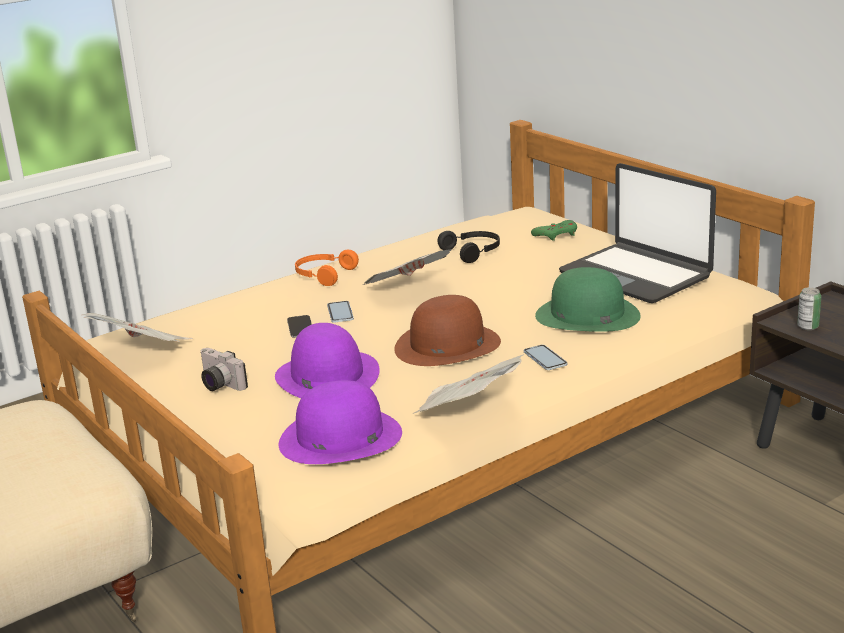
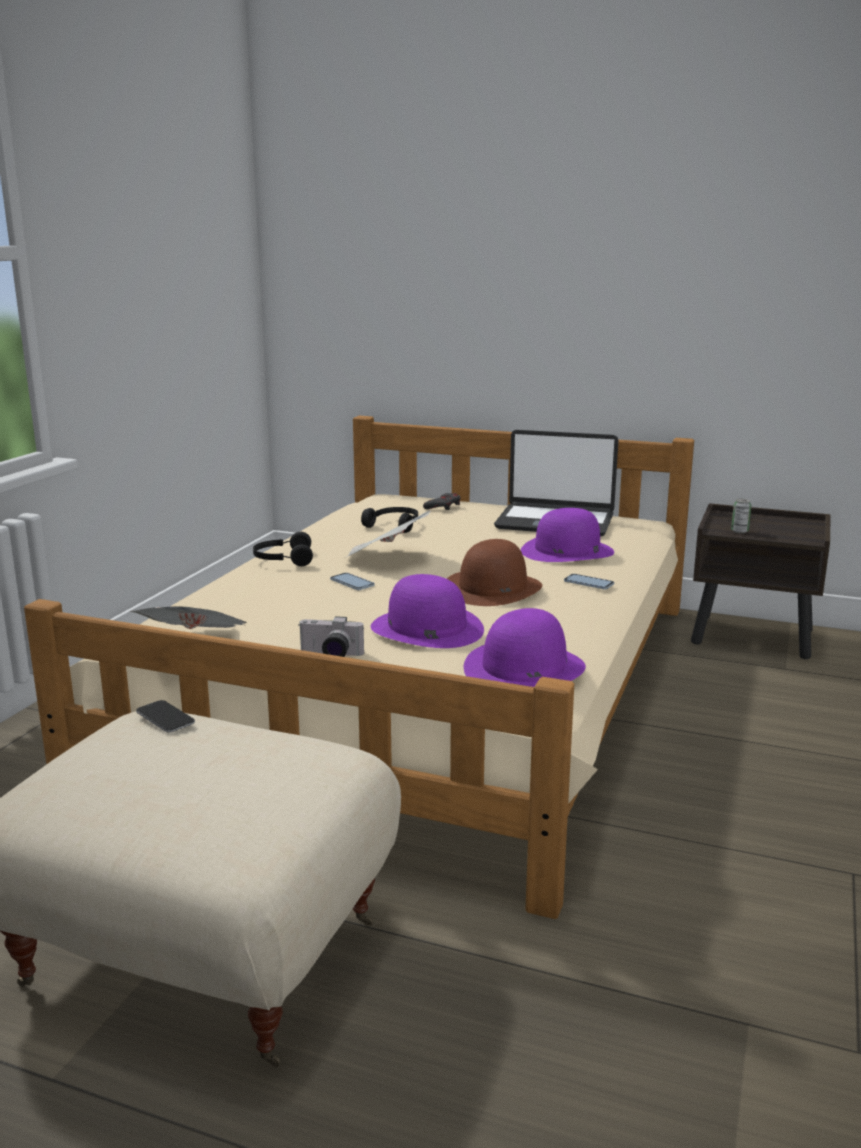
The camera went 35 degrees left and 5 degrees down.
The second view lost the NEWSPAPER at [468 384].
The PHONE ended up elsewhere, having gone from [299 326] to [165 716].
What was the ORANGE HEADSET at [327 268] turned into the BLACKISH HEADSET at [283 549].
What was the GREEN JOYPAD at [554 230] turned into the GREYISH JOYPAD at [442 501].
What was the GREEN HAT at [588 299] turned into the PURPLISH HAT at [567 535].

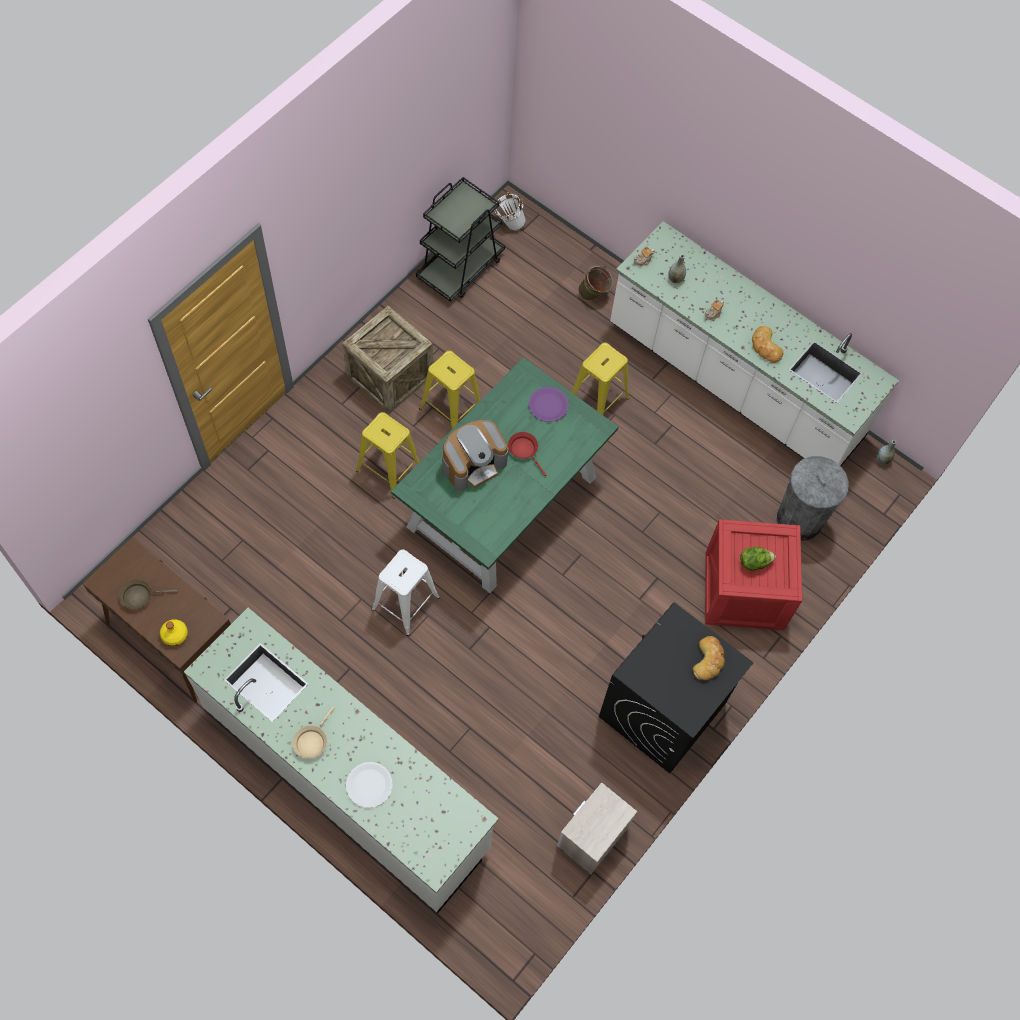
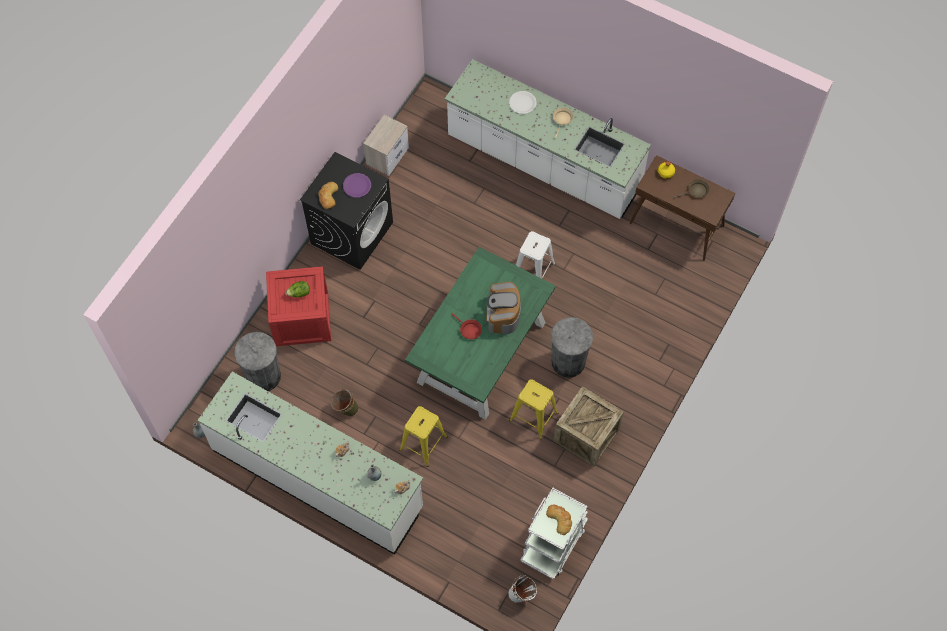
The camera went 175 degrees right and 0 degrees up.
The PURPLISH PLATE ended up elsewhere, having gone from [549 404] to [357 185].
The GREEN WATER BUCKET ended up elsewhere, having gone from [595 283] to [345 402].
The BAKED BREAD ended up elsewhere, having gone from [767 344] to [559 520].
Where the YELLOW-COLOURED SITTING STOOL stood at [387 455], the GREYISH WASTE BIN came to stand at [572 347].
What was the BLACKISH CART at [460 239] turned into the WHITISH CART at [554 534].
The COFFEE MAKER at [475 455] ended up facing another way, 45 degrees counterclockwise from before.

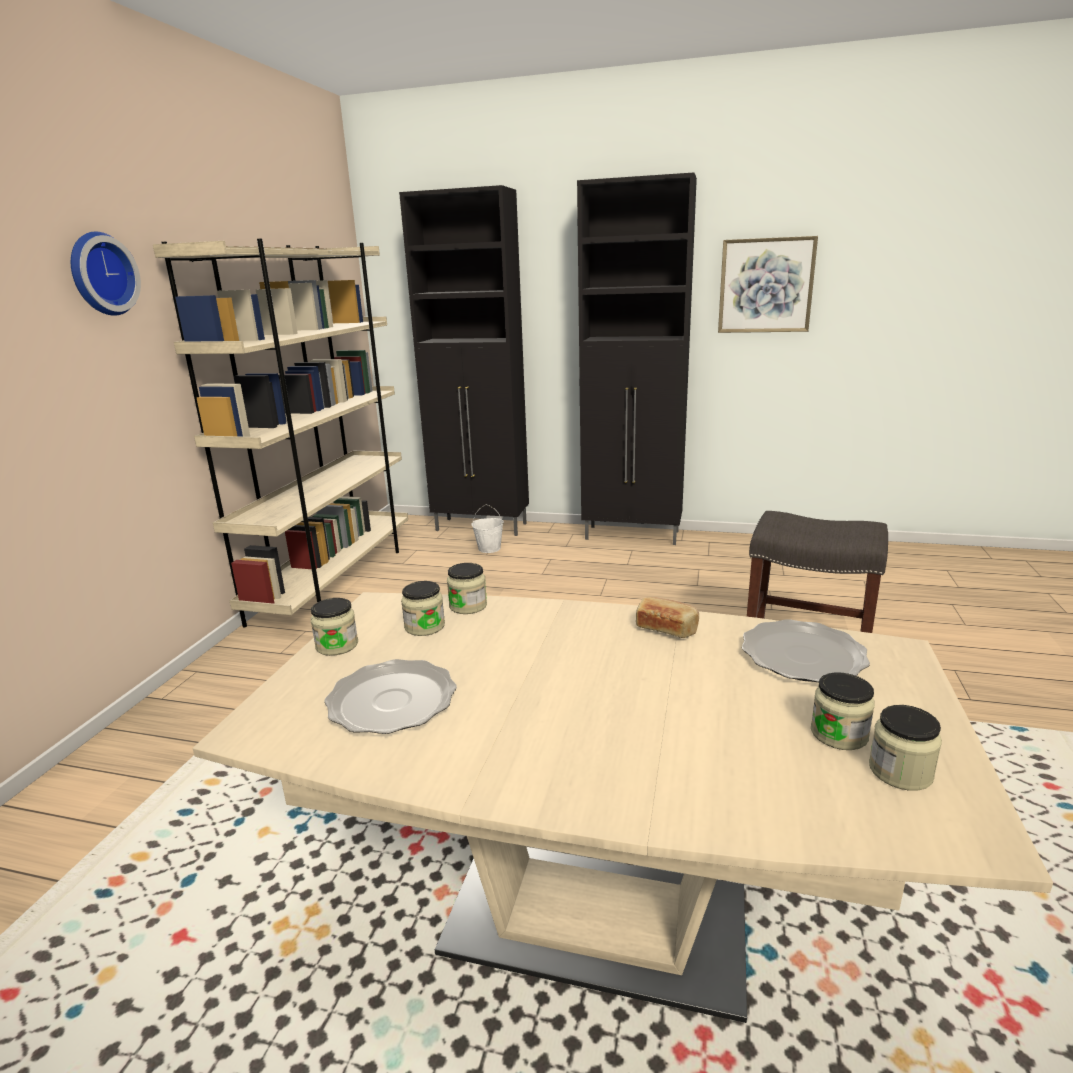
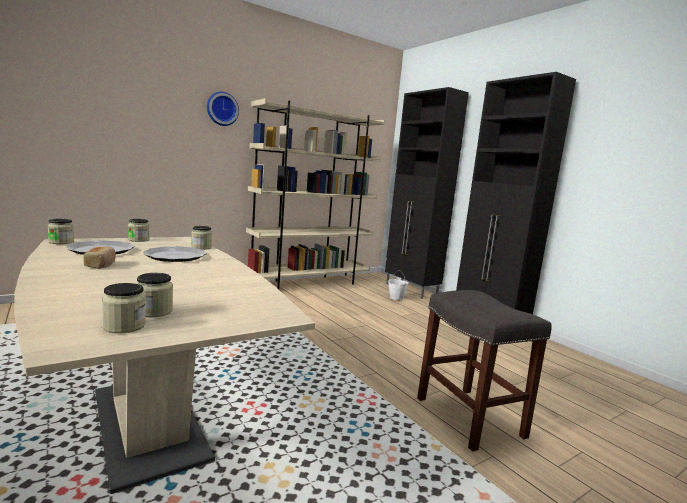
The camera went 40 degrees right and 10 degrees down.
The second view lost the PICTURE at [768 284].
The JAR ended up elsewhere, having gone from [423 608] to [61 231].
The BAKED BREAD ended up elsewhere, having gone from [667 617] to [99 257].
The PLATE ended up elsewhere, having gone from [806 650] to [175 254].

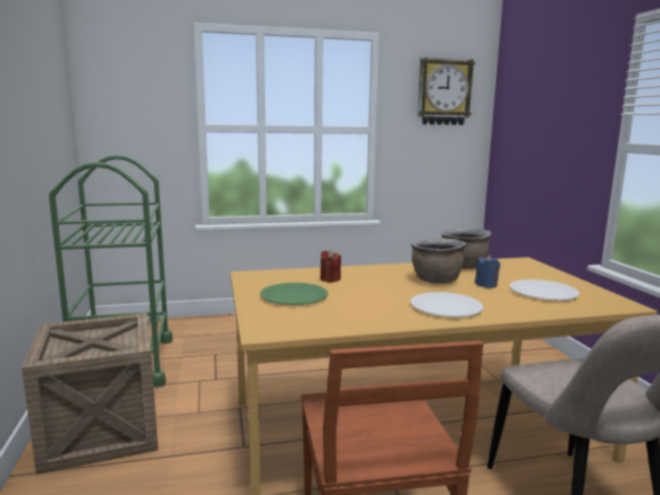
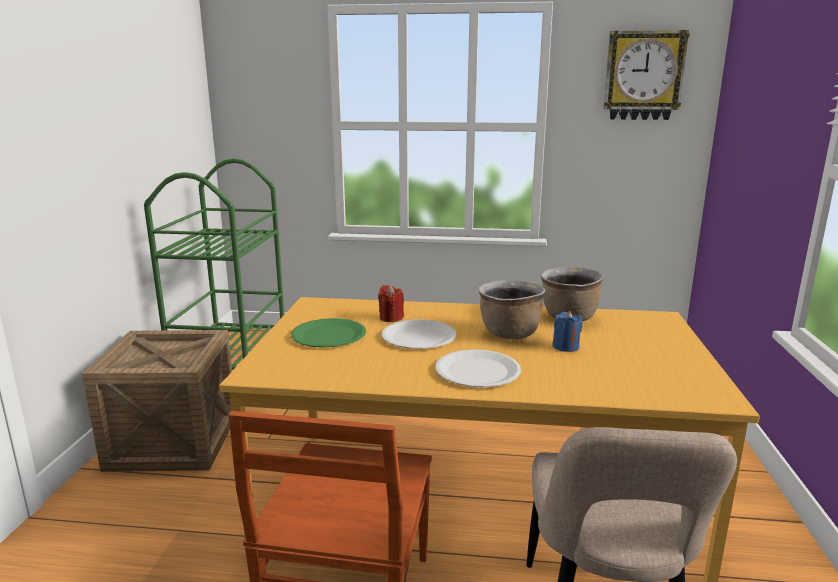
The camera went 20 degrees right and 5 degrees up.
The WHITISH PLATE ended up elsewhere, having gone from [545 289] to [418 334].

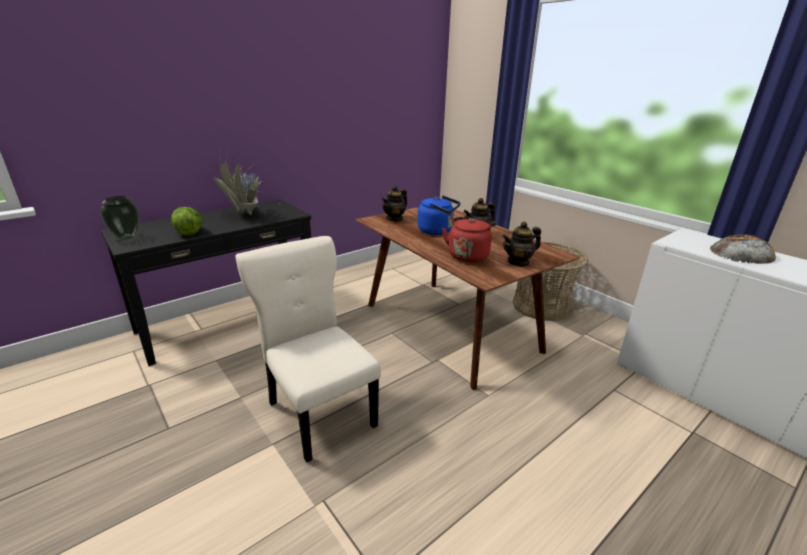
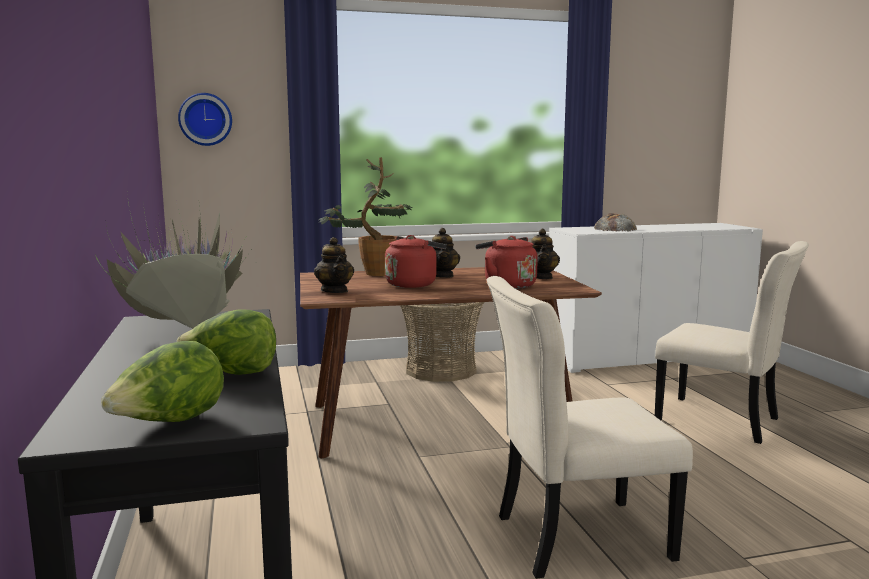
The camera went 65 degrees left and 15 degrees down.
The second view gained the CLOCK ON THE WALL at [205 119].
The second view gained the PLANT IN A POT at [366 216].
The second view gained the BEIGE PLAIN CHAIR at [732 342].
Where the DECORATIVE VASE stood at [119 218], the LETTUCE came to stand at [162 381].
What was the BLUE-COLOURED TEA KETTLE at [439 215] turned into the RED TEA KETTLE at [416 261].

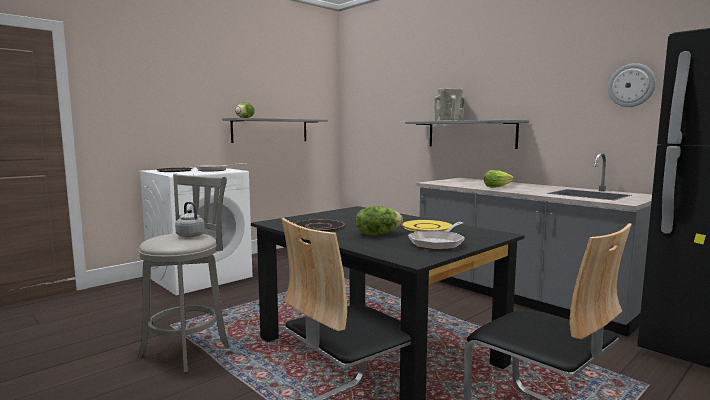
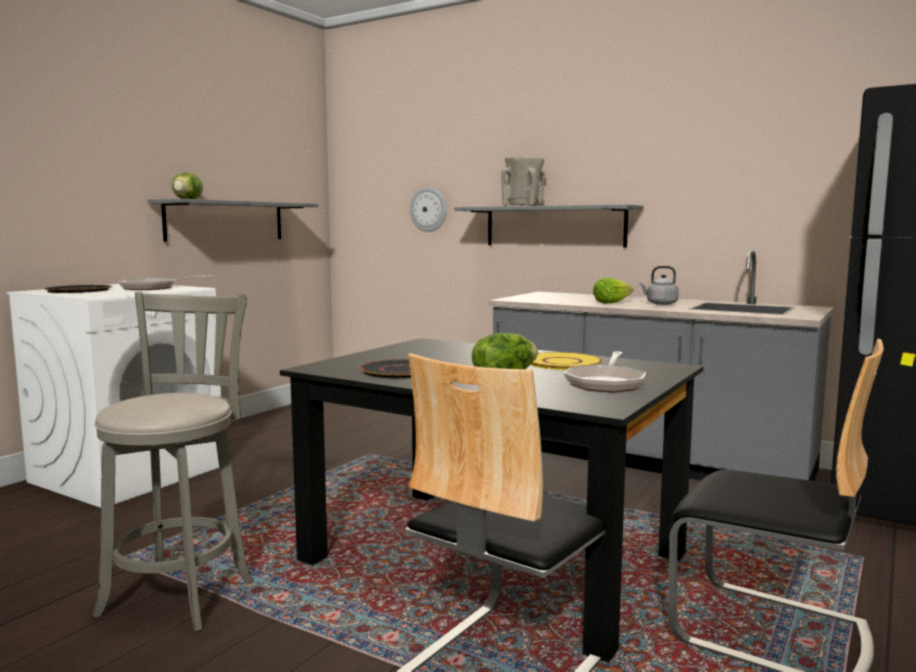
The camera went 15 degrees left and 0 degrees up.
The GREYISH TEA KETTLE ended up elsewhere, having gone from [190 219] to [659 285].
The CLOCK ON THE WALL ended up elsewhere, having gone from [632 85] to [428 209].

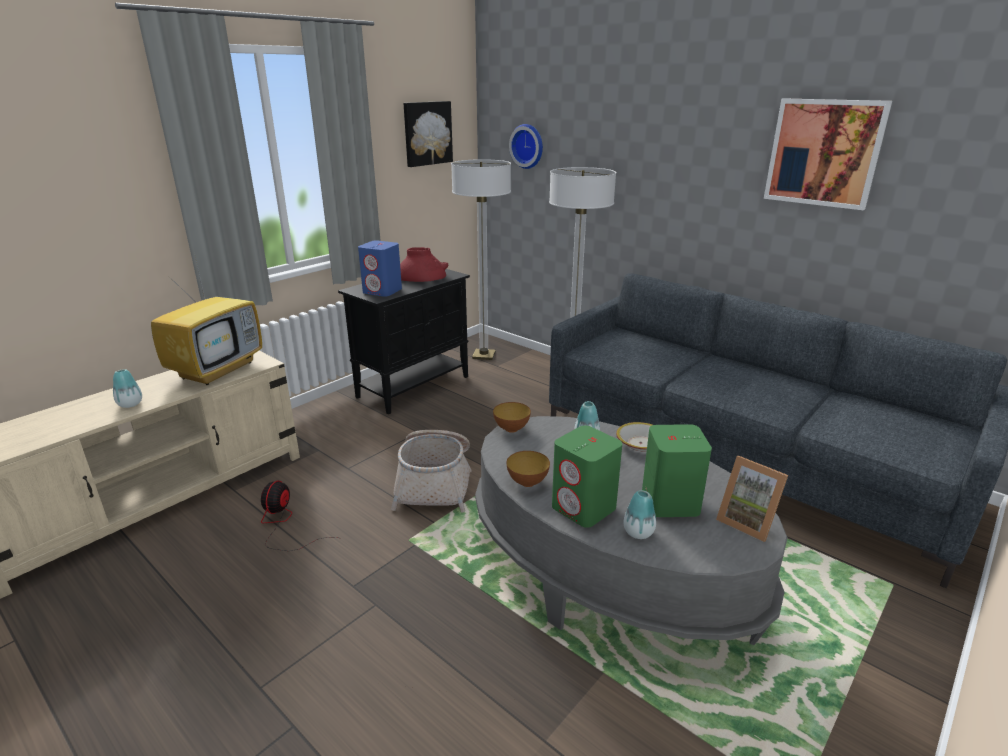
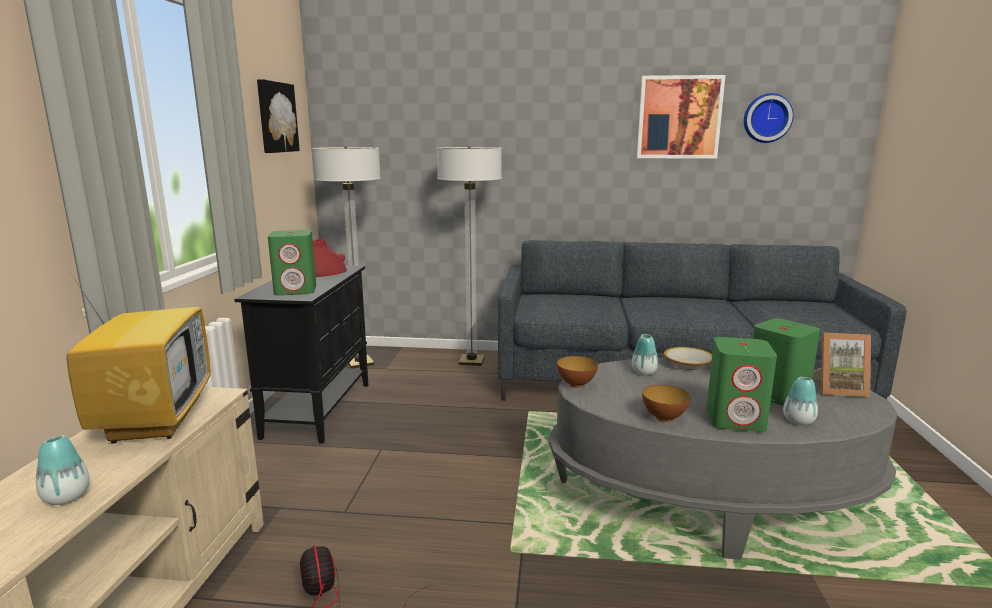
The camera went 35 degrees left and 10 degrees down.
The second view lost the HOUSEHOLD BASKET at [431 471].
The CLOCK ON THE WALL ended up elsewhere, having gone from [526 146] to [769 118].
What was the BLUE-COLOURED SPEAKER at [380 268] turned into the GREEN SPEAKER at [292 262].

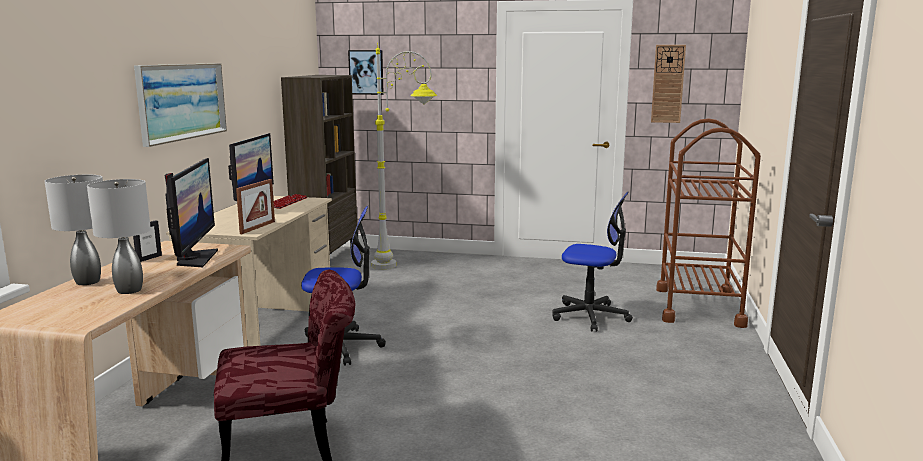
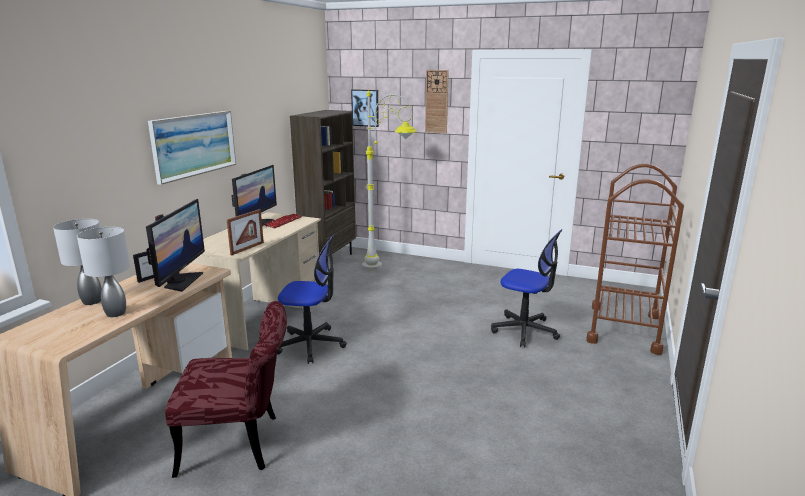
The camera went 10 degrees right and 5 degrees up.
The CLOCK ON THE WALL ended up elsewhere, having gone from [668 84] to [437 101].

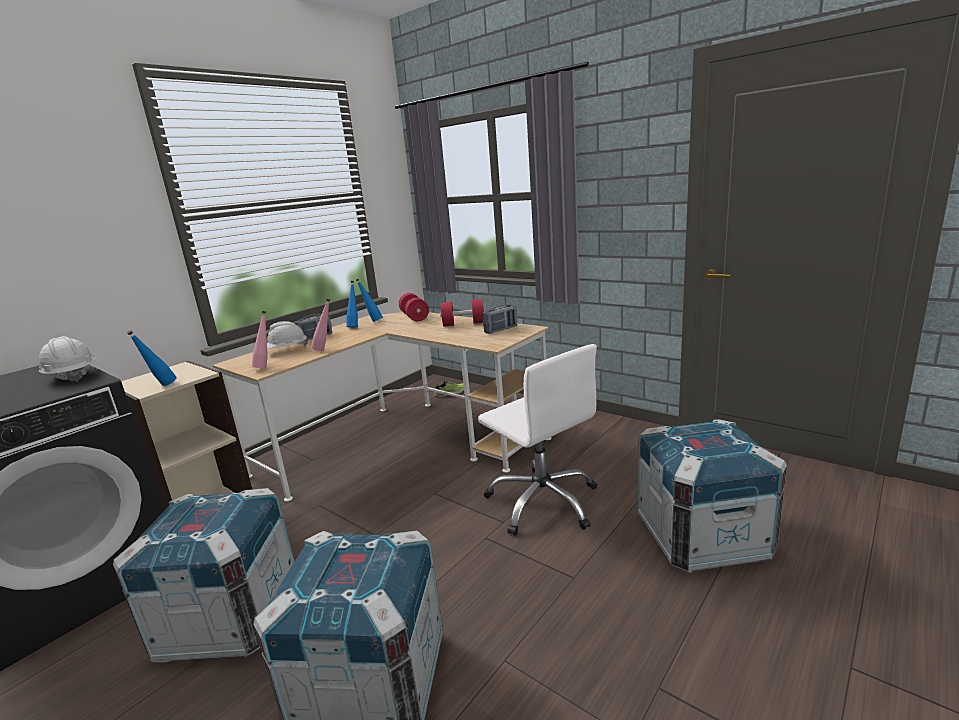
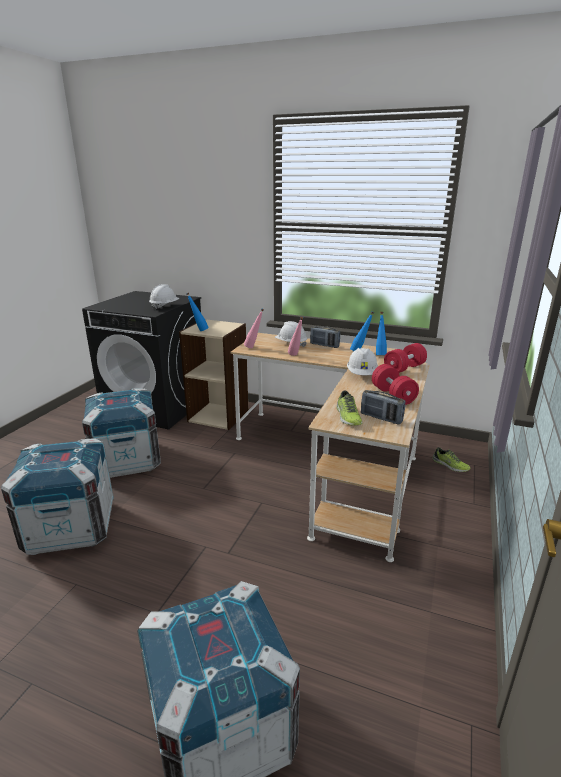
The camera went 70 degrees right and 5 degrees up.
The second view lost the WHITISH OFFICE CHAIR at [537 440].
The second view gained the SHOE at [349 408].
The second view gained the WHITISH WORK HELMET at [362 361].

